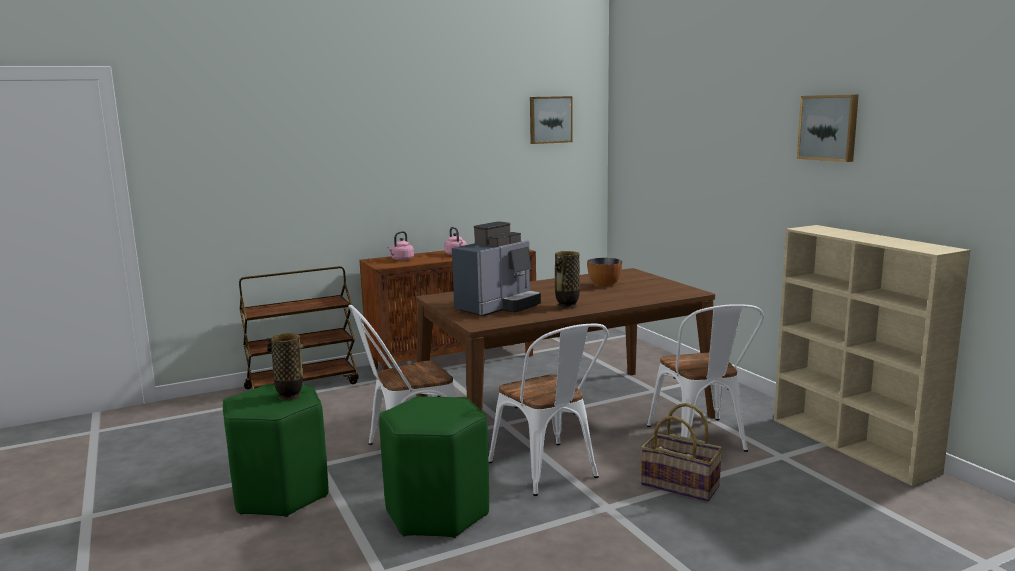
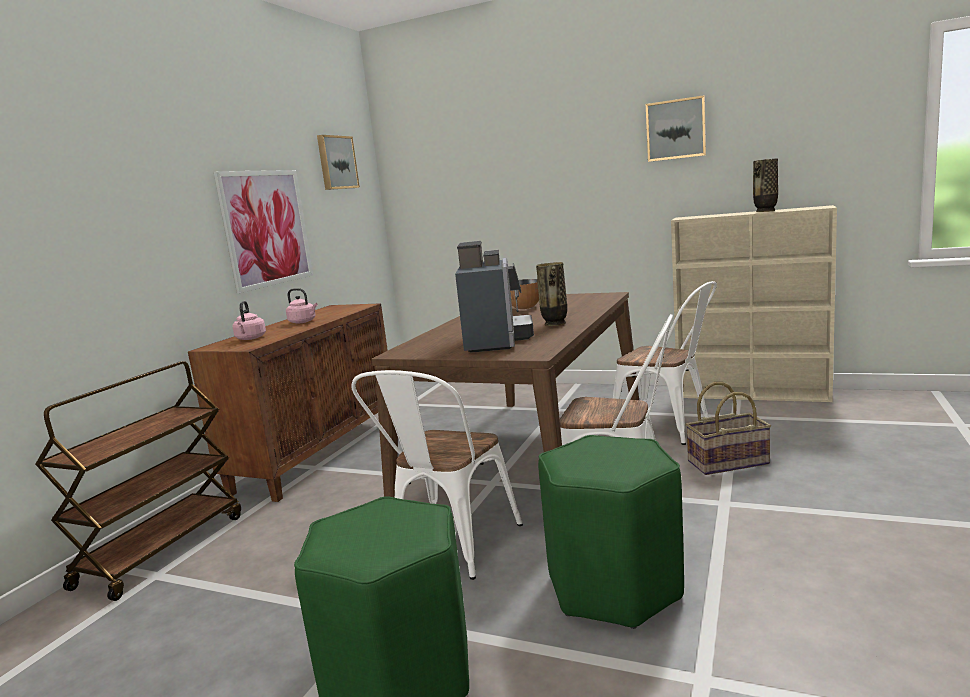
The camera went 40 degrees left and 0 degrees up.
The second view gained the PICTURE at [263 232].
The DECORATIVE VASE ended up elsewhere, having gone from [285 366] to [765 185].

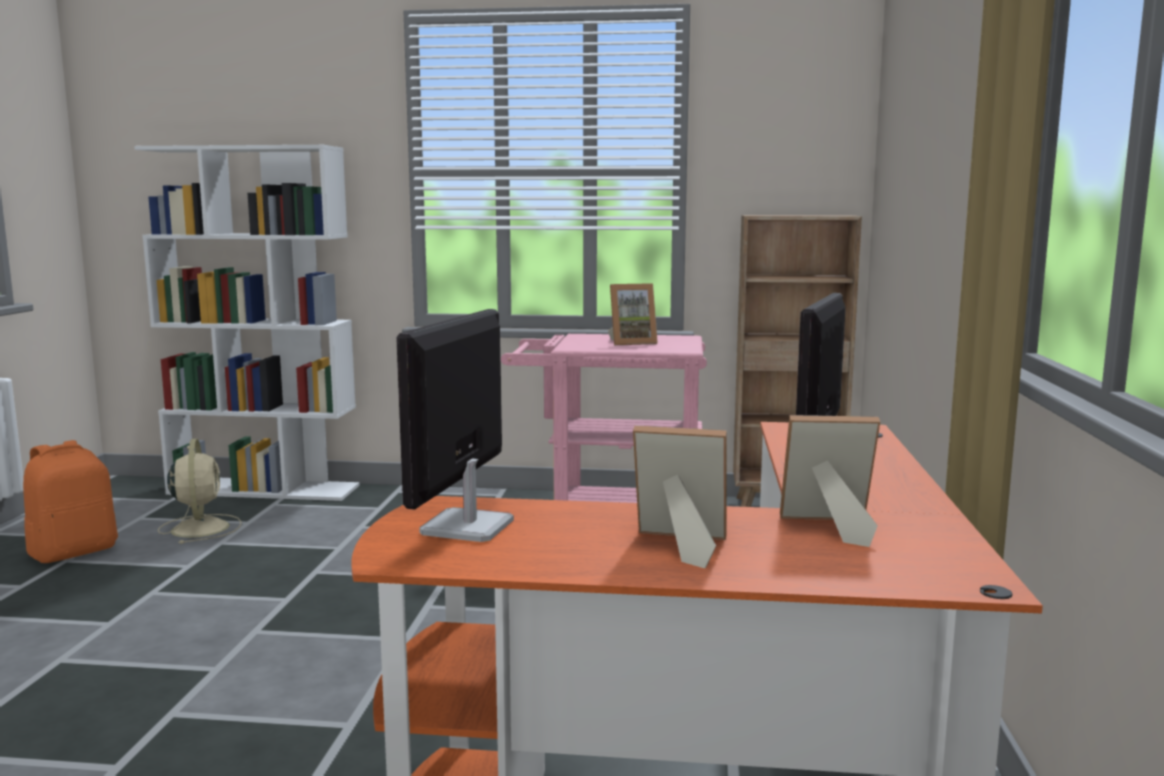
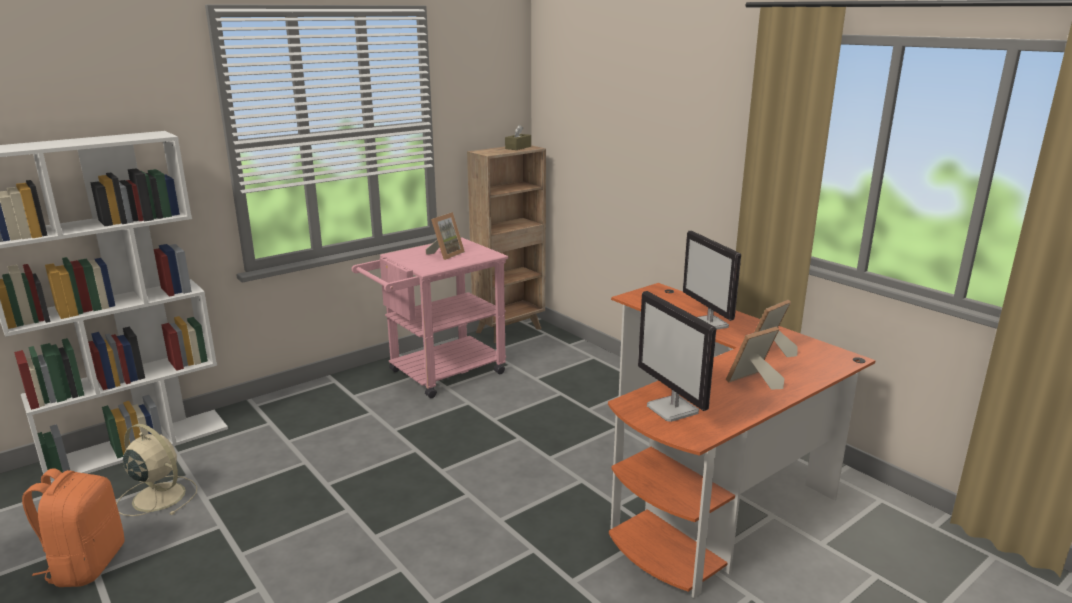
The camera went 45 degrees left and 10 degrees up.
The second view gained the BROWNISH TISSUE BOX at [518 137].

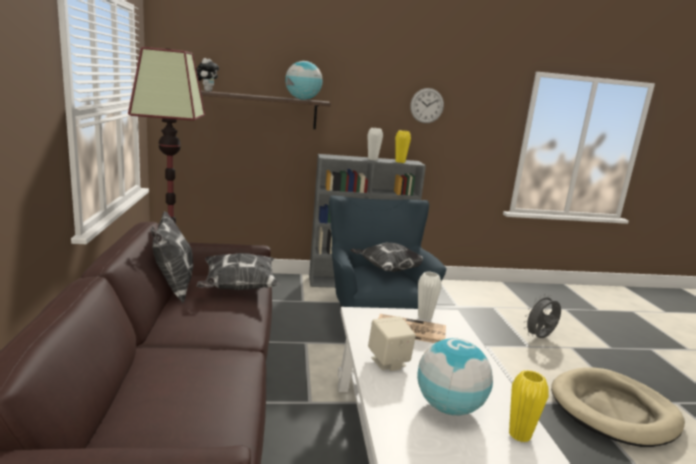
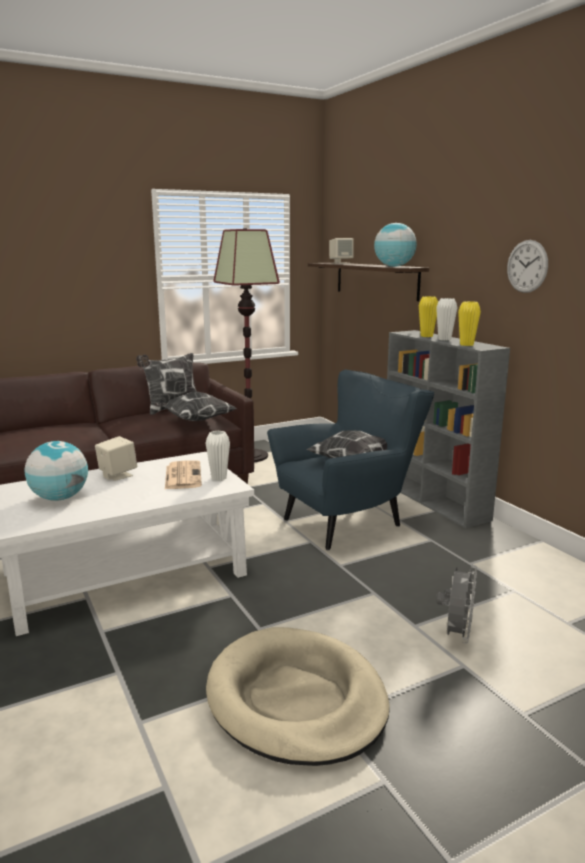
The camera went 70 degrees right and 0 degrees up.
The YELLOW-COLOURED DECORATIVE VASE ended up elsewhere, having gone from [529 406] to [428 316].
Where the PLUSH TOY stood at [207 74], the BEIGE SPEAKER came to stand at [341 251].
The GREYISH ELECTRIC FAN at [542 316] ended up facing another way, 75 degrees clockwise from before.

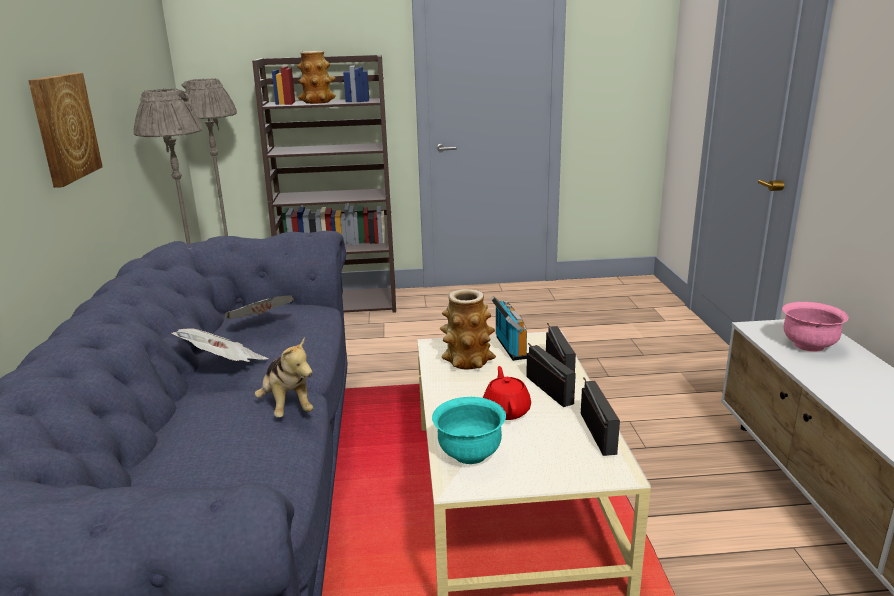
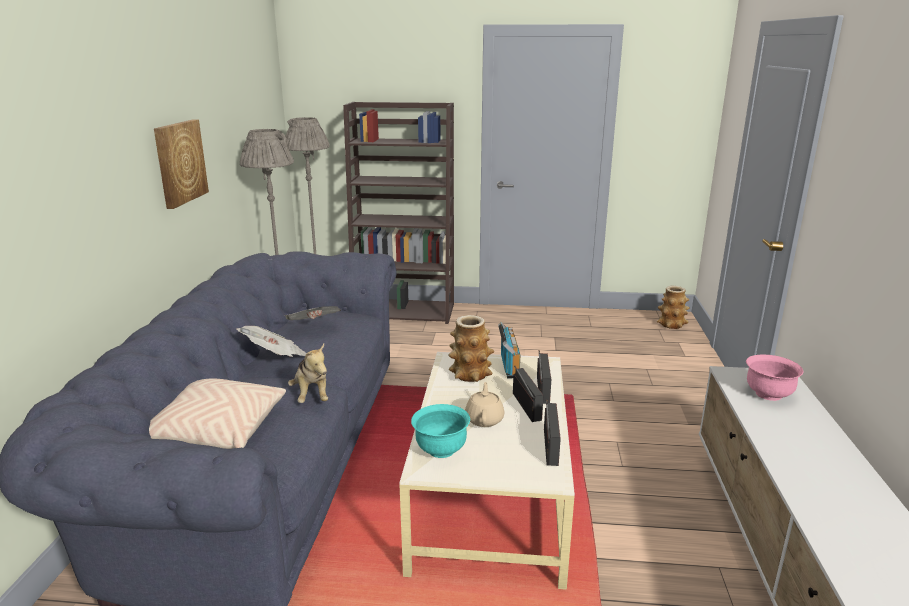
The camera went 10 degrees right and 0 degrees up.
The second view gained the BEIGE THROW PILLOW at [217 414].
The DECORATIVE VASE ended up elsewhere, having gone from [316 77] to [673 307].
What was the RED TEAPOT at [507 393] turned into the BEIGE TEAPOT at [485 404].

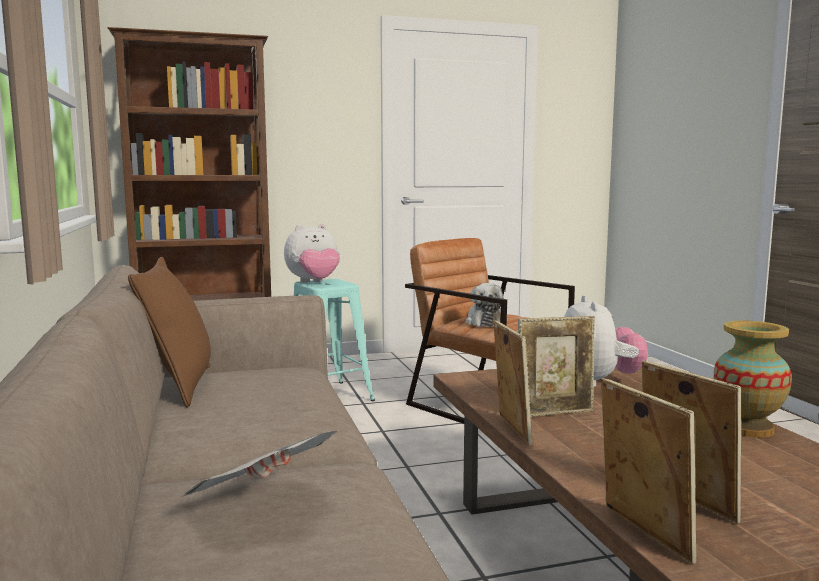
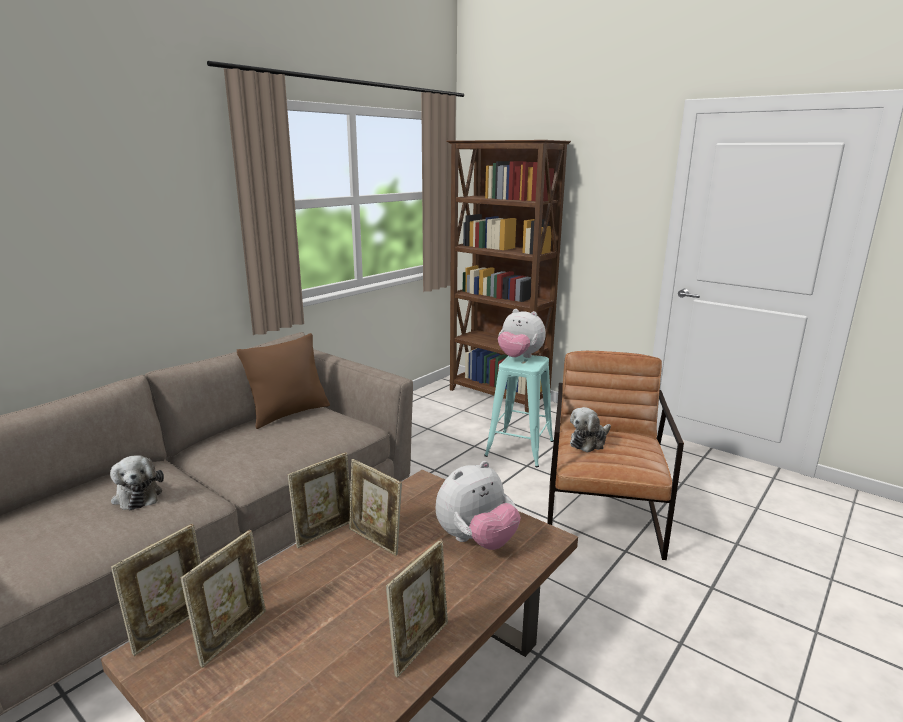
The camera went 55 degrees right and 10 degrees up.
Where the NEWSPAPER stood at [259 464], the PLUSH TOY came to stand at [137 482].
Where the DECORATIVE VASE stood at [753 378], the PHOTO FRAME came to stand at [417 609].

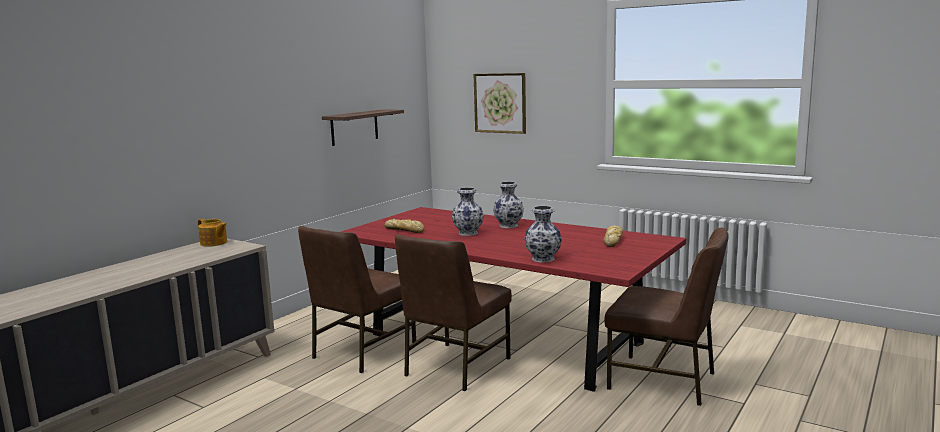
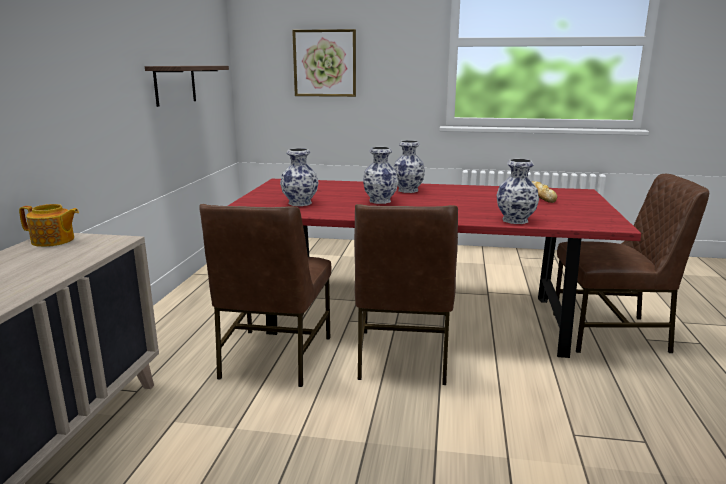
The camera went 25 degrees left and 5 degrees up.
Where the BAKED BREAD stood at [405 226], the DECORATIVE VASE came to stand at [299 177].

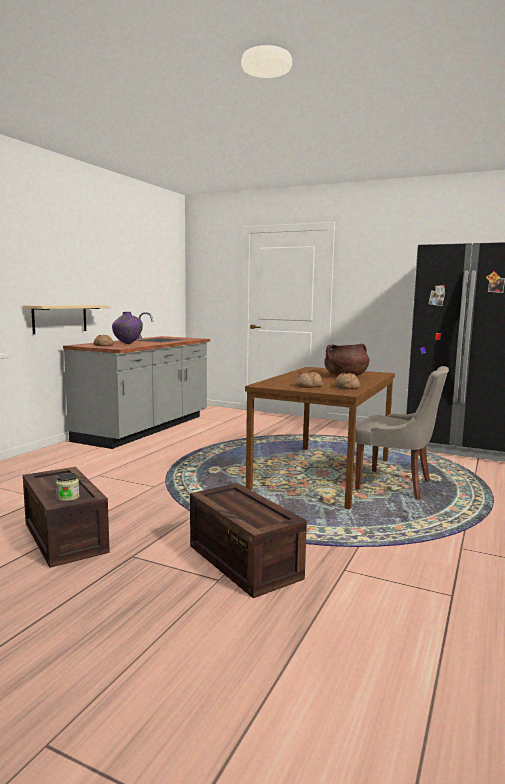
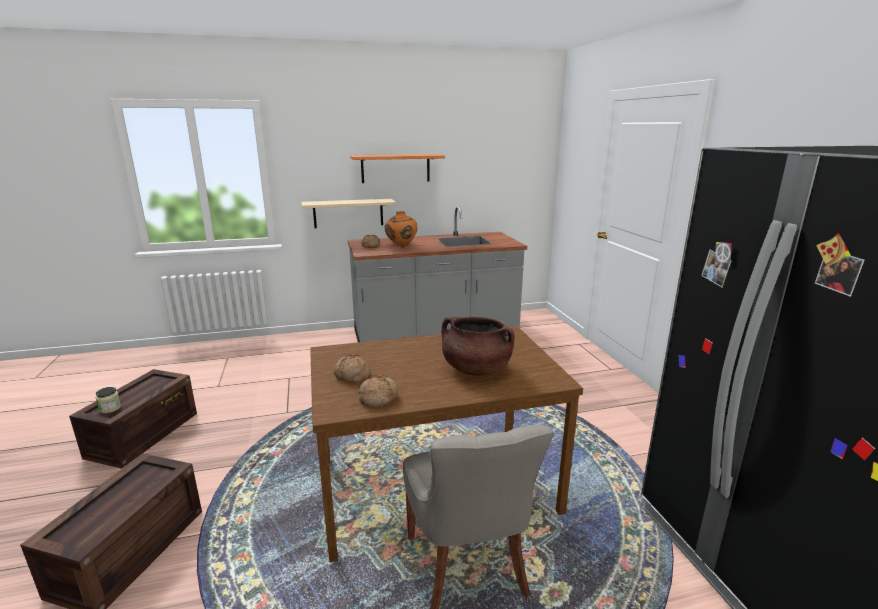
The camera went 50 degrees right and 10 degrees up.
The second view gained the ORANGE WALL SHELF at [397 168].
What was the PURPLISH DECORATIVE VASE at [127 328] turned into the ORANGE DECORATIVE VASE at [401 228].

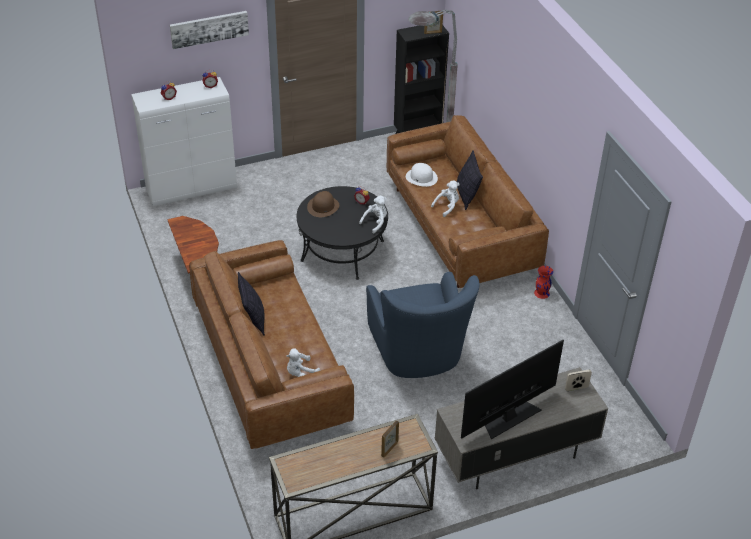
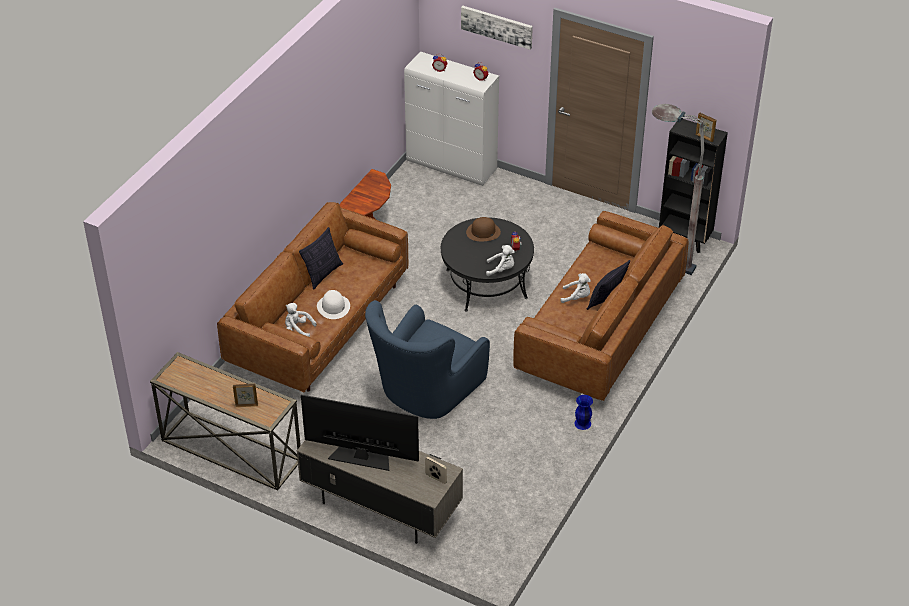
The camera went 50 degrees right and 0 degrees up.
The WHITISH HAT ended up elsewhere, having gone from [422 175] to [333 304].
What was the RED DECORATIVE VASE at [543 282] turned into the BLUE-COLOURED DECORATIVE VASE at [584 412].

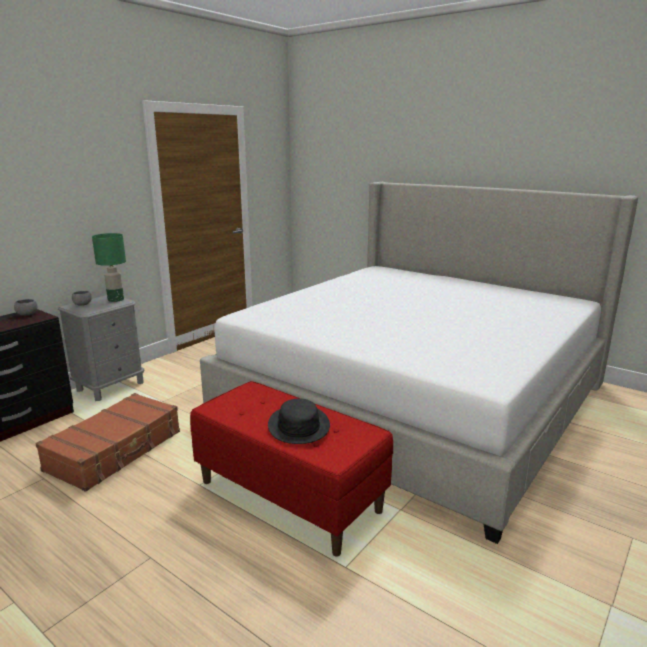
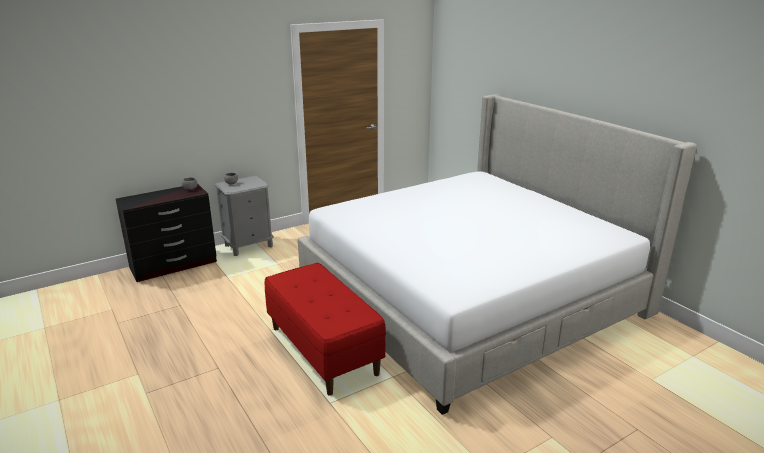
The camera went 20 degrees right and 5 degrees up.
The second view lost the BROWNISH PIECE OF LUGGAGE at [108 442].
The second view lost the GREEN TABLE LAMP at [109 267].
The second view lost the BLACKISH HAT at [299 421].

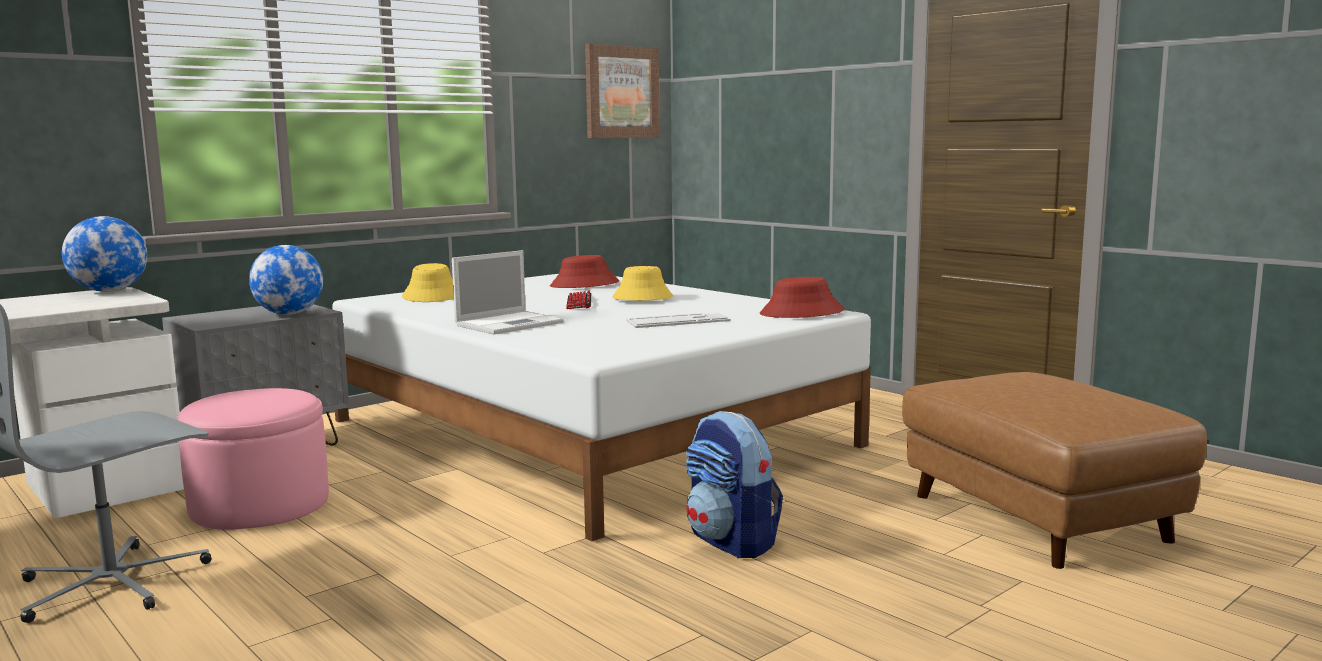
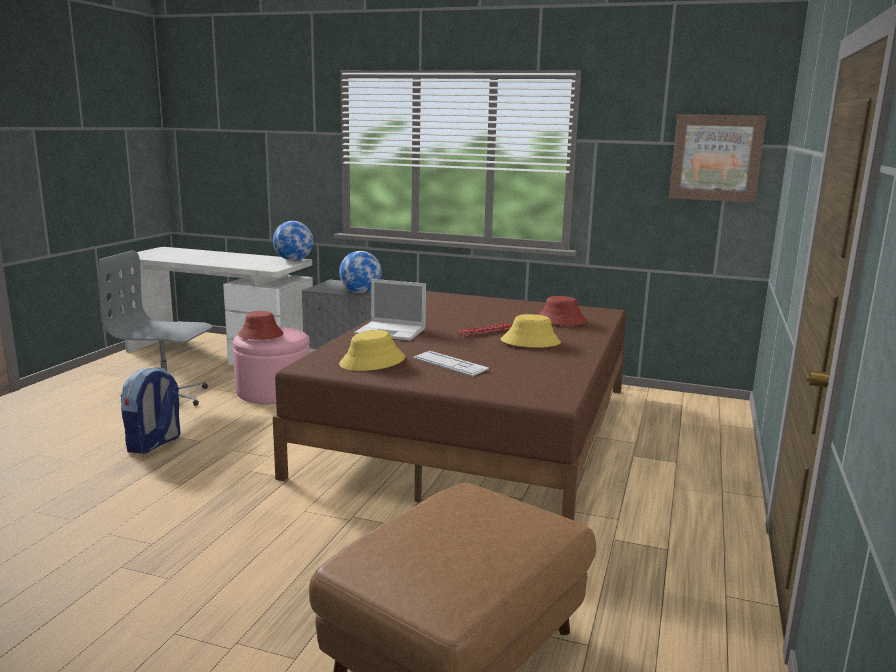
The camera went 60 degrees right and 5 degrees up.
The YELLOW-COLOURED HAT ended up elsewhere, having gone from [428 282] to [372 350].
The RUCKSACK ended up elsewhere, having gone from [734 484] to [150 410].
The RED HAT ended up elsewhere, having gone from [802 297] to [260 325].
What was the WHITISH BEDROOM BED at [601 407] turned into the BROWNISH BEDROOM BED at [449 405].

